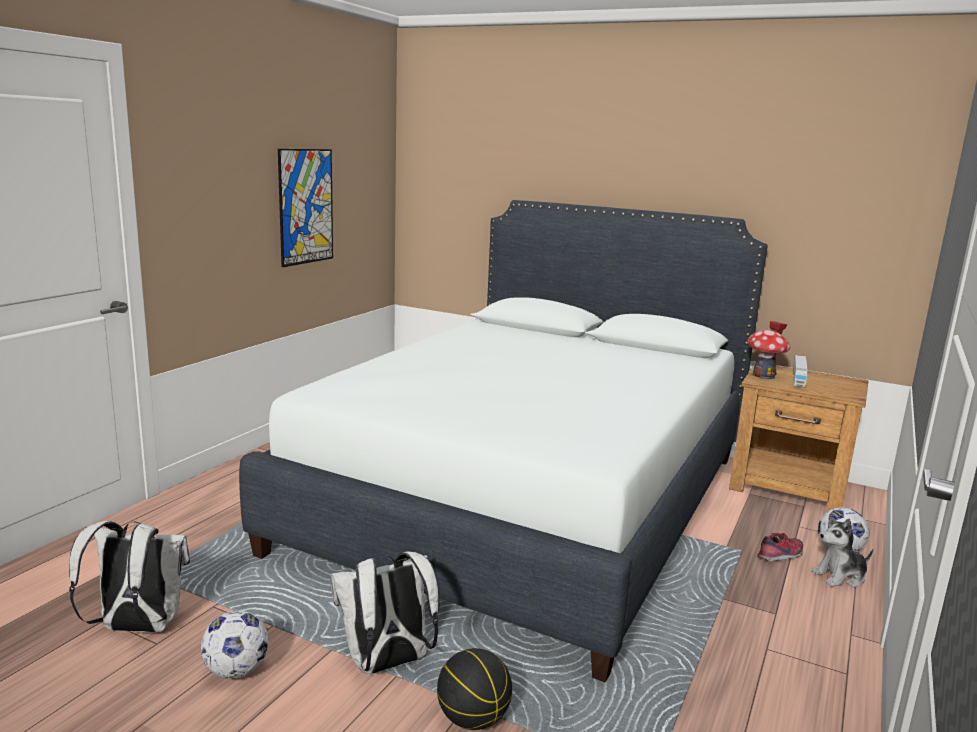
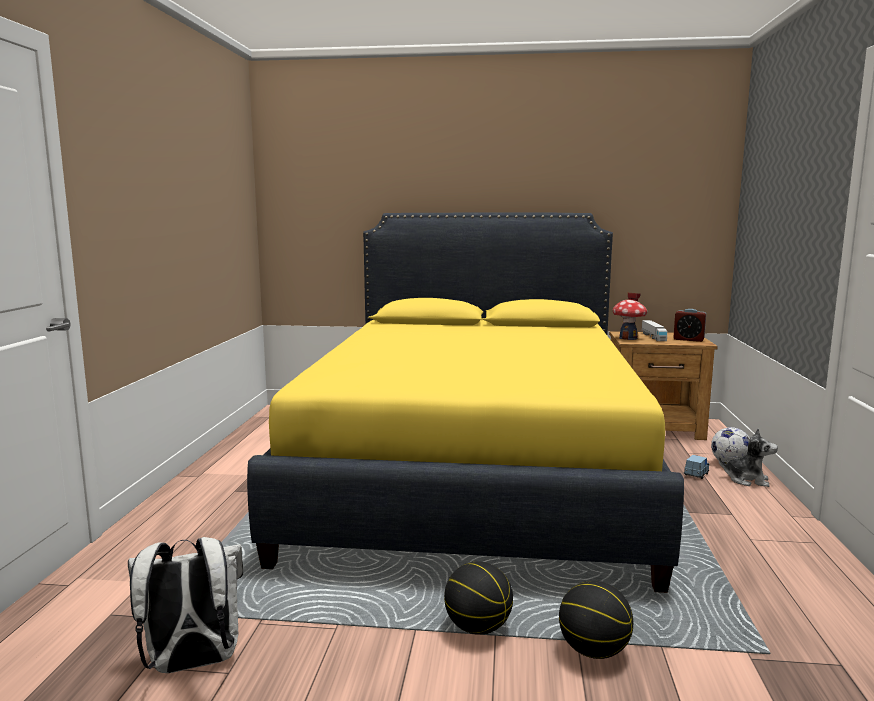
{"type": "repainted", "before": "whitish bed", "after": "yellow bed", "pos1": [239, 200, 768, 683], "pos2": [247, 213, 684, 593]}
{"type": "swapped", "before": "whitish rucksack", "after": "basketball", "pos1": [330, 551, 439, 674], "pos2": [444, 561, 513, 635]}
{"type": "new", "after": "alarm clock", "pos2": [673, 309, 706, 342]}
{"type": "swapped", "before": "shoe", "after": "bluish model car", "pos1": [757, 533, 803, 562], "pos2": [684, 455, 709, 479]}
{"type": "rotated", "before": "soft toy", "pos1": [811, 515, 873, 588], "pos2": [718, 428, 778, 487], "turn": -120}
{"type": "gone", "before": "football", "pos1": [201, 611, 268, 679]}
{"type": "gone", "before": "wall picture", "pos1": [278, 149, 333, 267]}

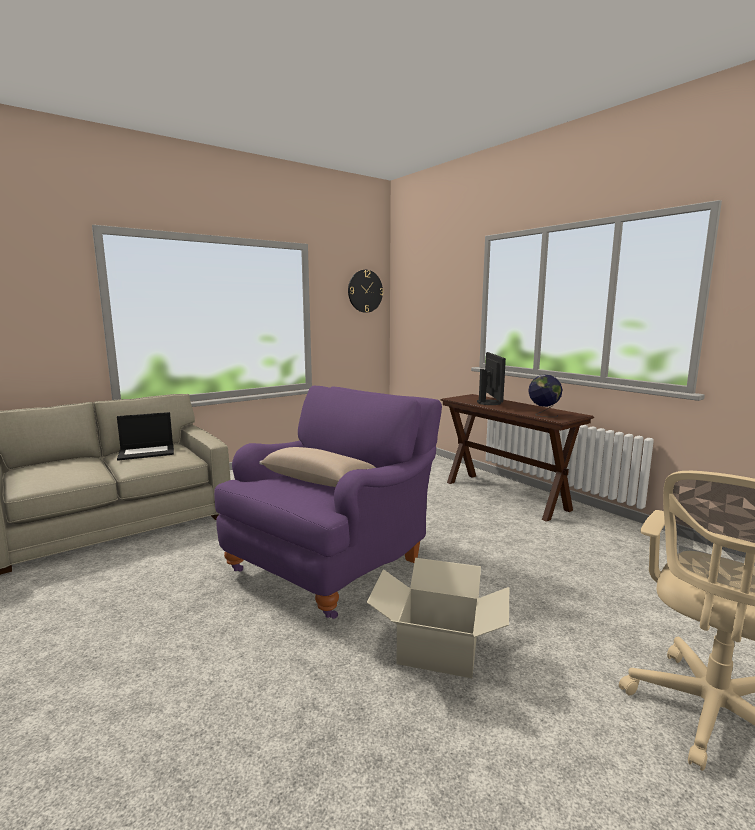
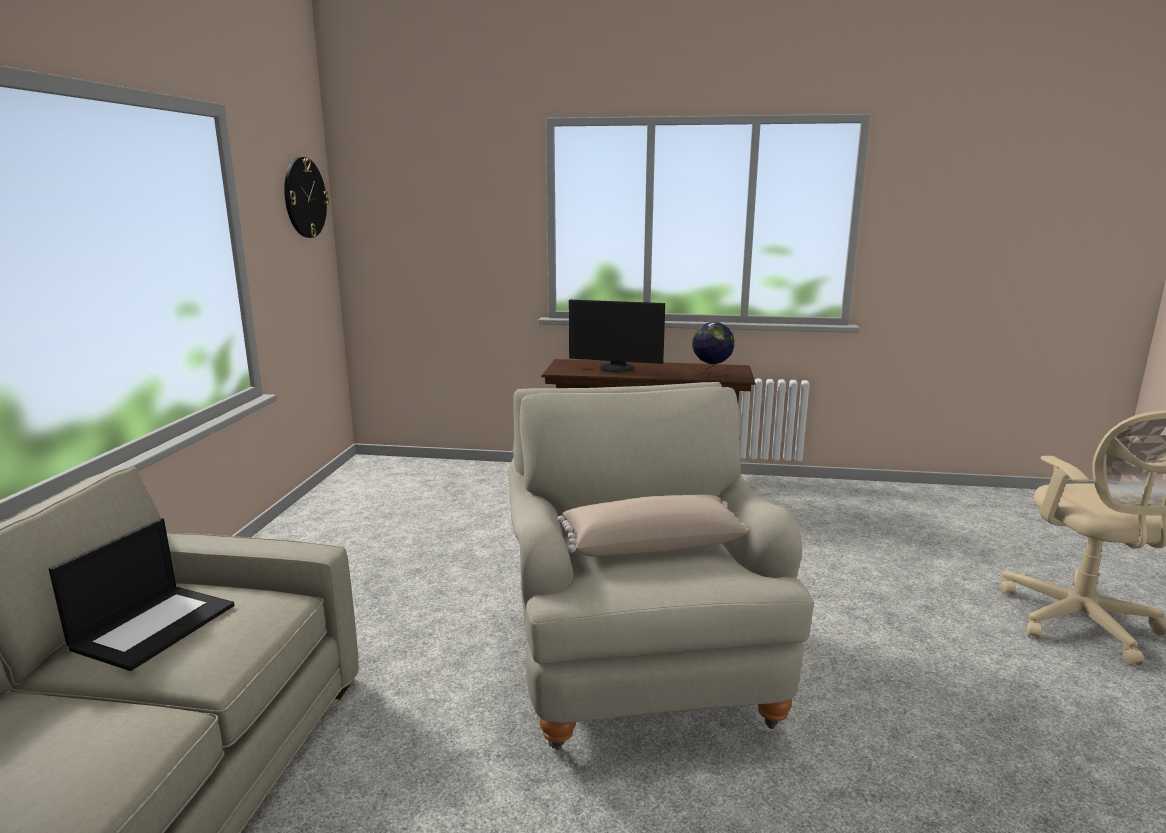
{"type": "repainted", "before": "purple-coloured lounge chair", "after": "sand-coloured lounge chair", "pos1": [214, 386, 442, 619], "pos2": [508, 382, 814, 750]}
{"type": "rotated", "before": "computer screen", "pos1": [477, 352, 506, 405], "pos2": [569, 299, 665, 373], "turn": 150}
{"type": "gone", "before": "carton", "pos1": [367, 558, 509, 678]}

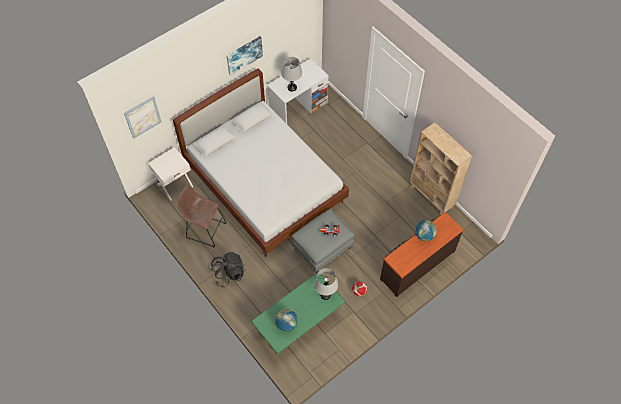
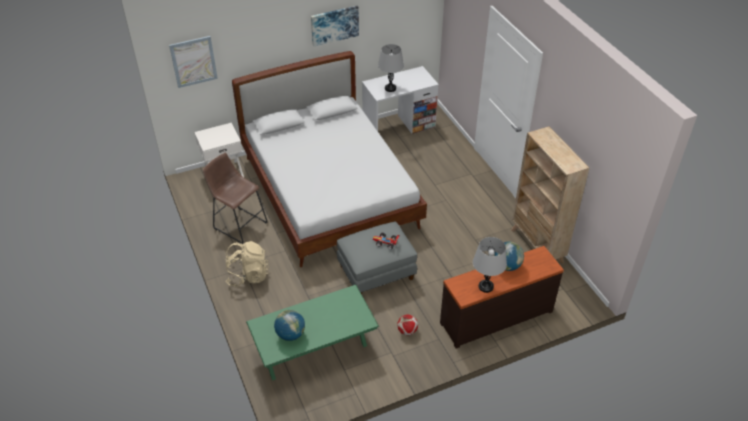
{"type": "repainted", "before": "black-coloured rucksack", "after": "sand-coloured rucksack", "pos1": [210, 252, 245, 287], "pos2": [225, 241, 269, 287]}
{"type": "shifted", "before": "grey tabletop lamp", "pos1": [314, 268, 338, 300], "pos2": [473, 237, 507, 293]}

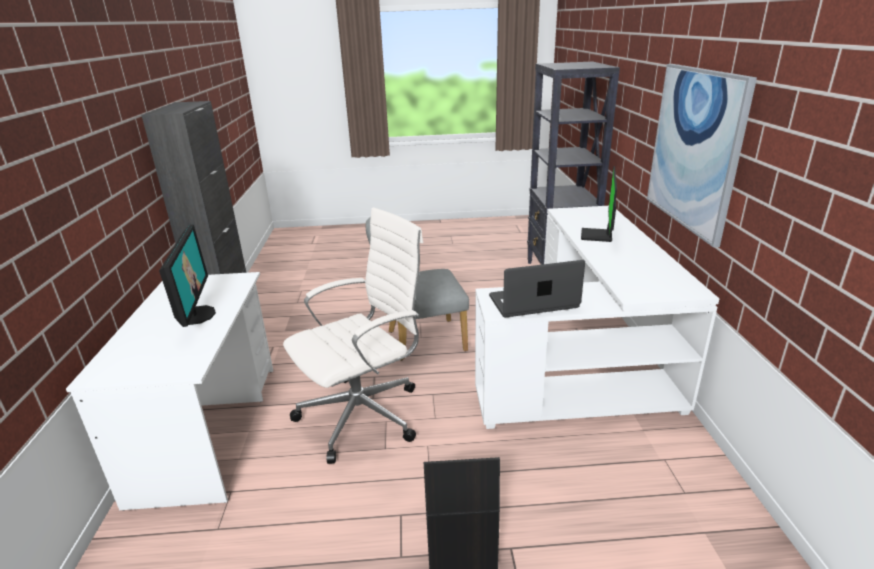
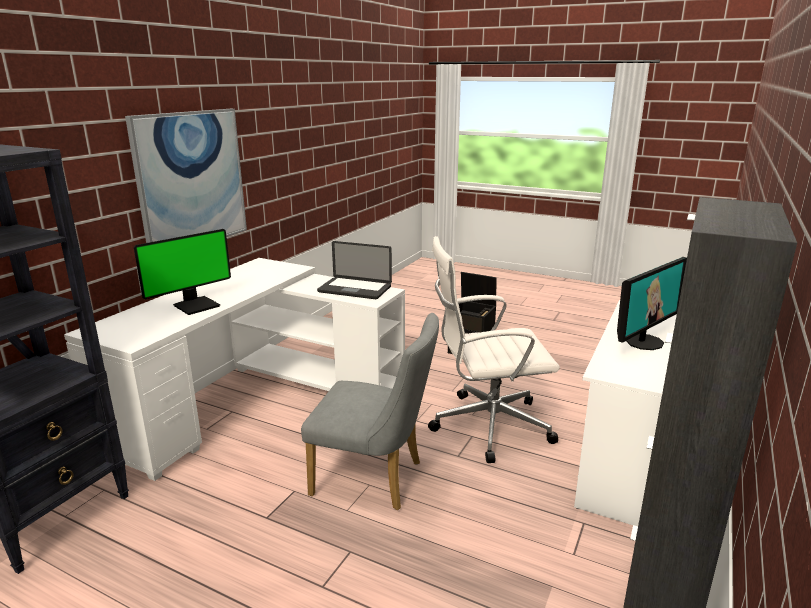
{"type": "rotated", "before": "computer screen", "pos1": [159, 224, 216, 327], "pos2": [617, 257, 687, 350], "turn": -150}

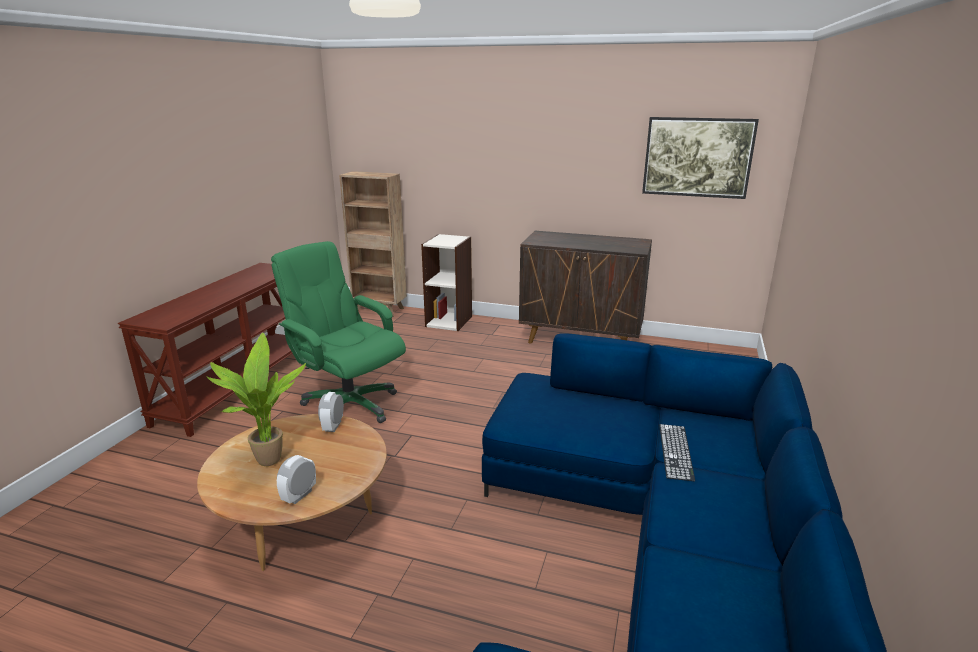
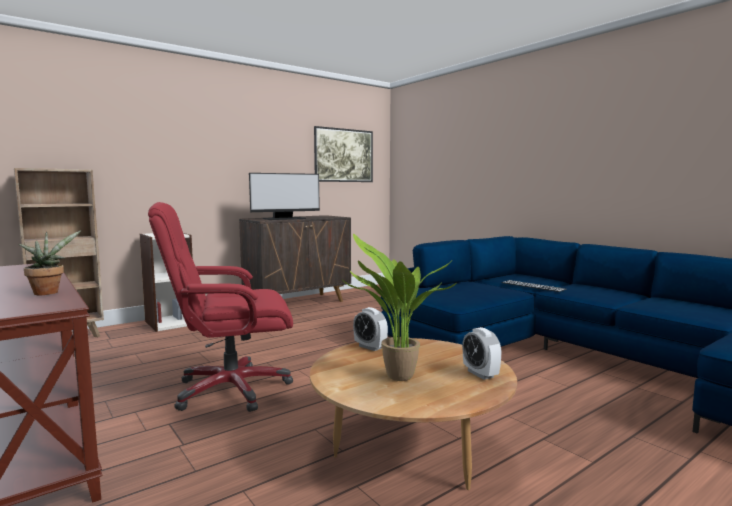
{"type": "new", "after": "plant in a pot", "pos2": [19, 231, 81, 295]}
{"type": "repainted", "before": "greenish computer chair", "after": "reddish computer chair", "pos1": [271, 241, 406, 423], "pos2": [148, 202, 293, 412]}
{"type": "new", "after": "computer screen", "pos2": [249, 173, 320, 220]}

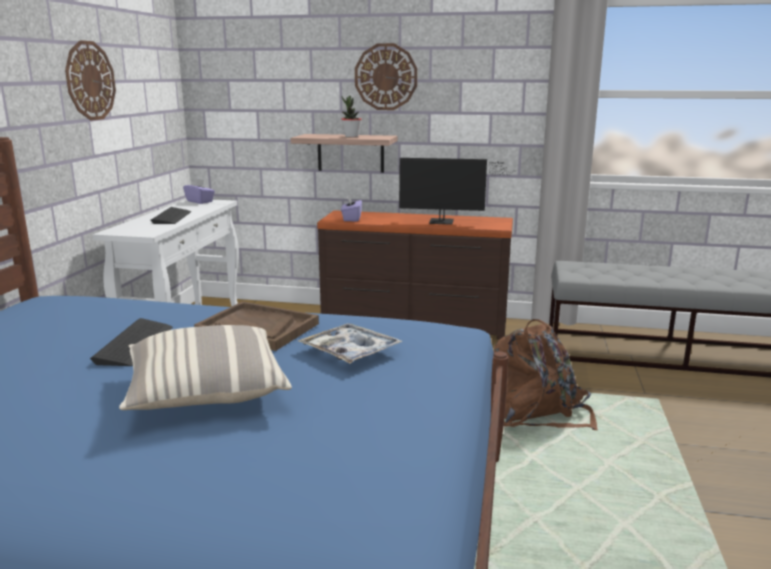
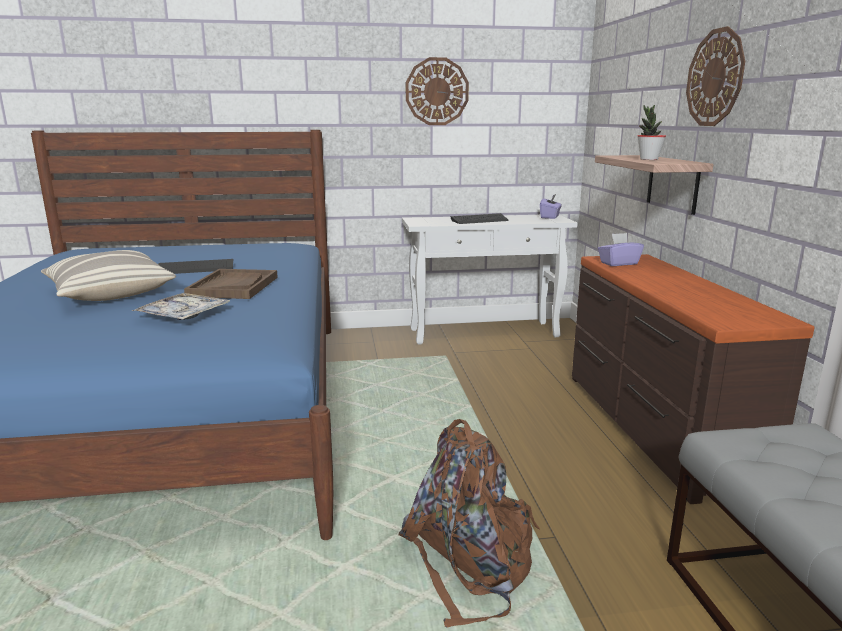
{"type": "gone", "before": "computer screen", "pos1": [399, 158, 515, 225]}

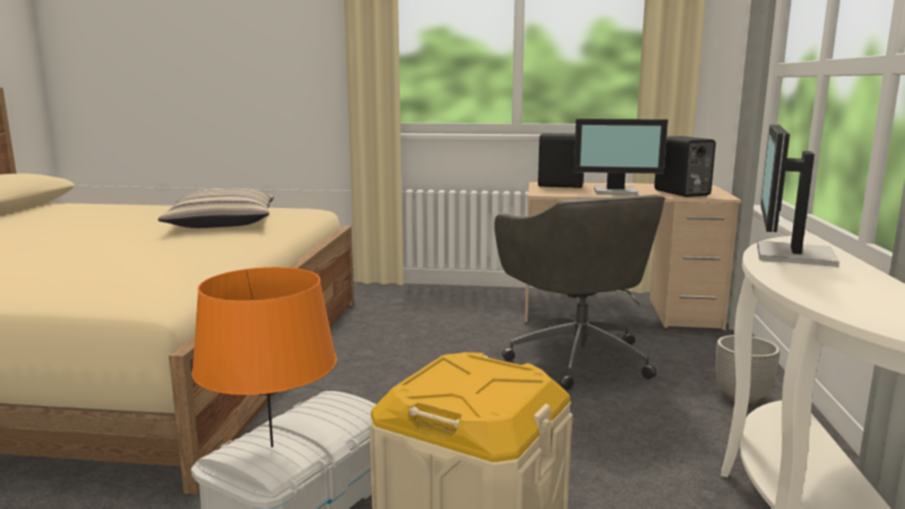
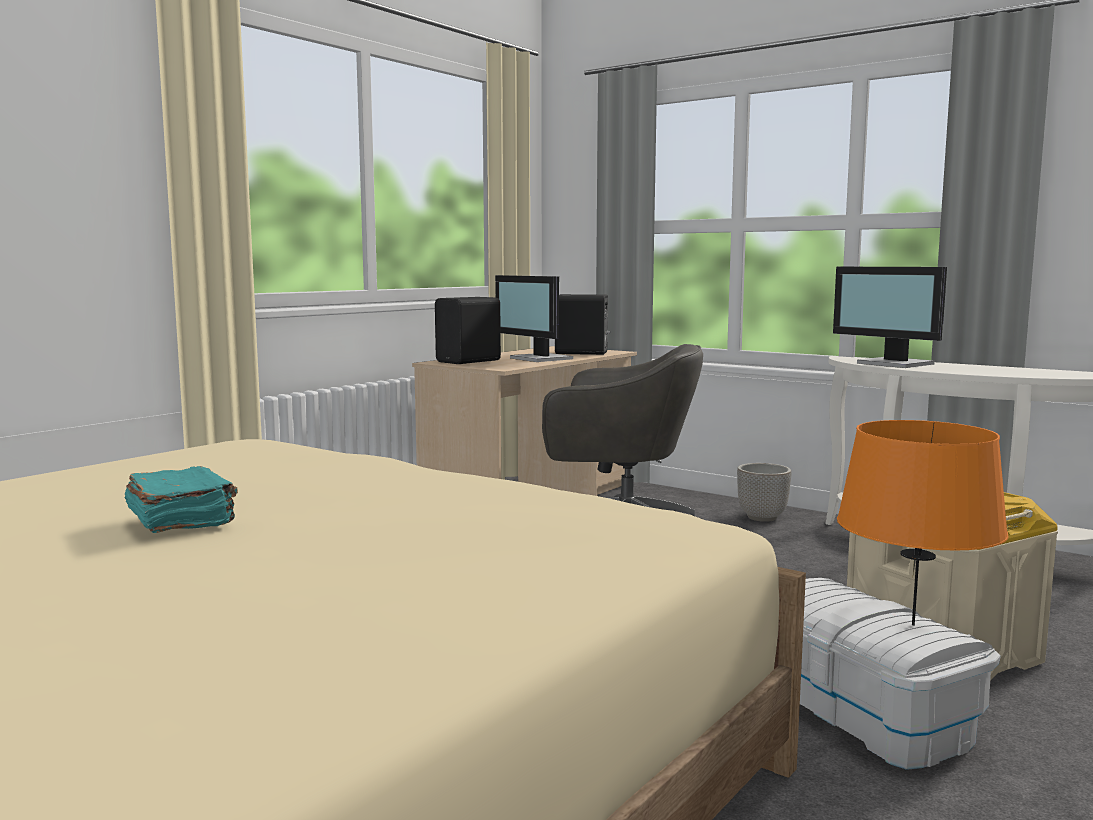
{"type": "new", "after": "blue-green bound book", "pos2": [124, 466, 238, 533]}
{"type": "rotated", "before": "computer screen", "pos1": [574, 119, 668, 195], "pos2": [495, 275, 573, 362], "turn": 105}
{"type": "gone", "before": "pillow", "pos1": [158, 188, 274, 228]}

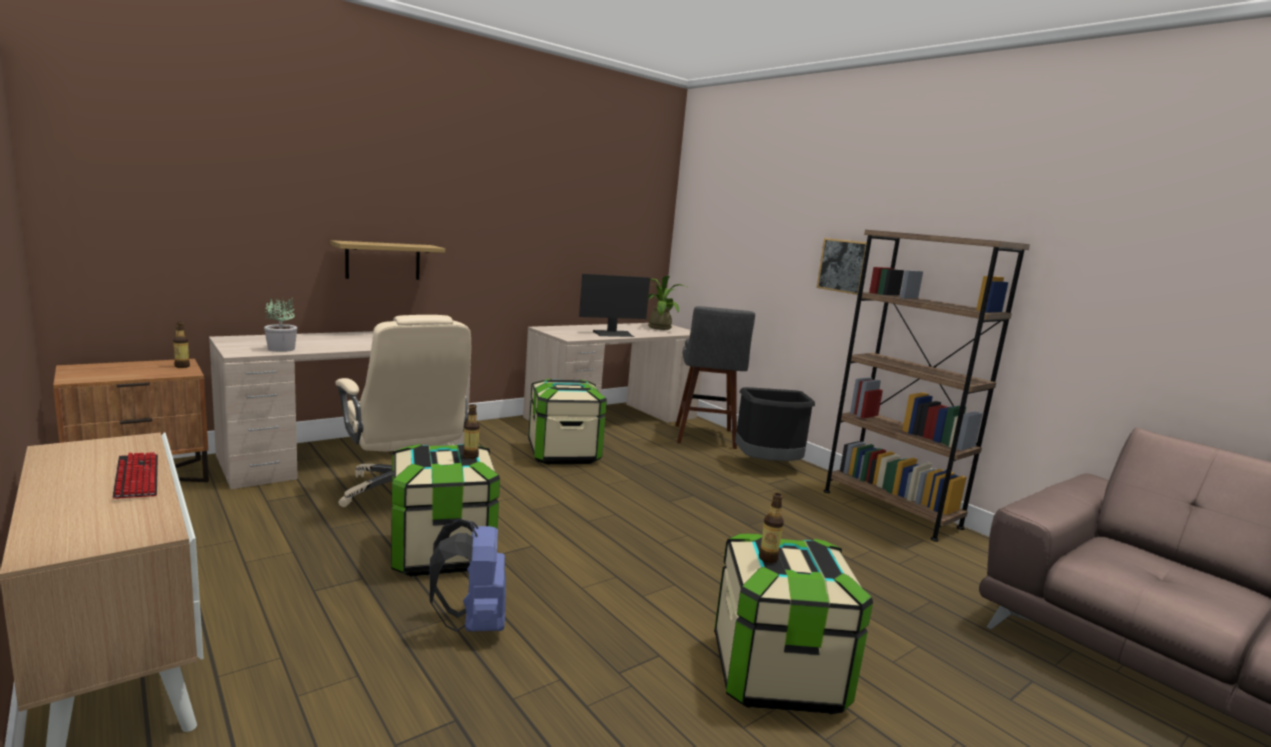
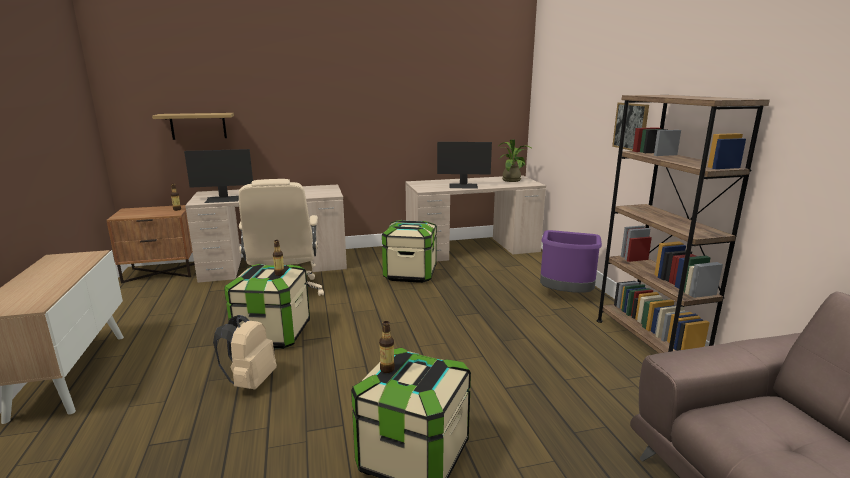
{"type": "shifted", "before": "shelf", "pos1": [330, 240, 445, 280], "pos2": [152, 113, 234, 140]}
{"type": "swapped", "before": "plant in a pot", "after": "computer screen", "pos1": [264, 296, 297, 352], "pos2": [184, 149, 253, 203]}
{"type": "repainted", "before": "bluish rucksack", "after": "sand-coloured rucksack", "pos1": [430, 519, 506, 632], "pos2": [213, 315, 277, 390]}
{"type": "repainted", "before": "black-coloured waste bin", "after": "purple-coloured waste bin", "pos1": [735, 387, 815, 461], "pos2": [540, 230, 602, 293]}
{"type": "gone", "before": "keyboard", "pos1": [113, 452, 158, 499]}
{"type": "gone", "before": "grey stool seat", "pos1": [676, 306, 755, 449]}

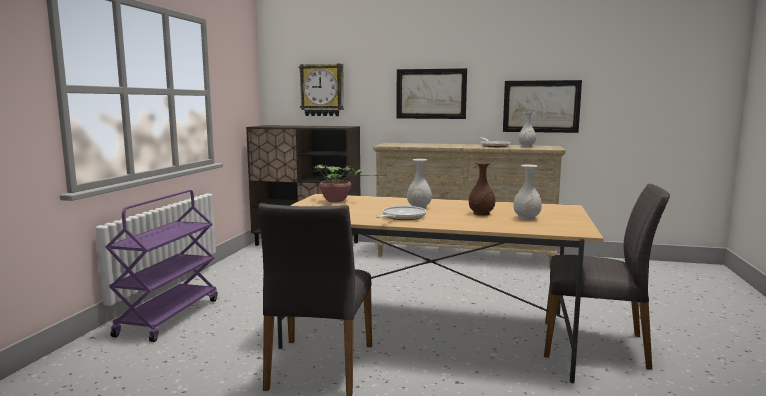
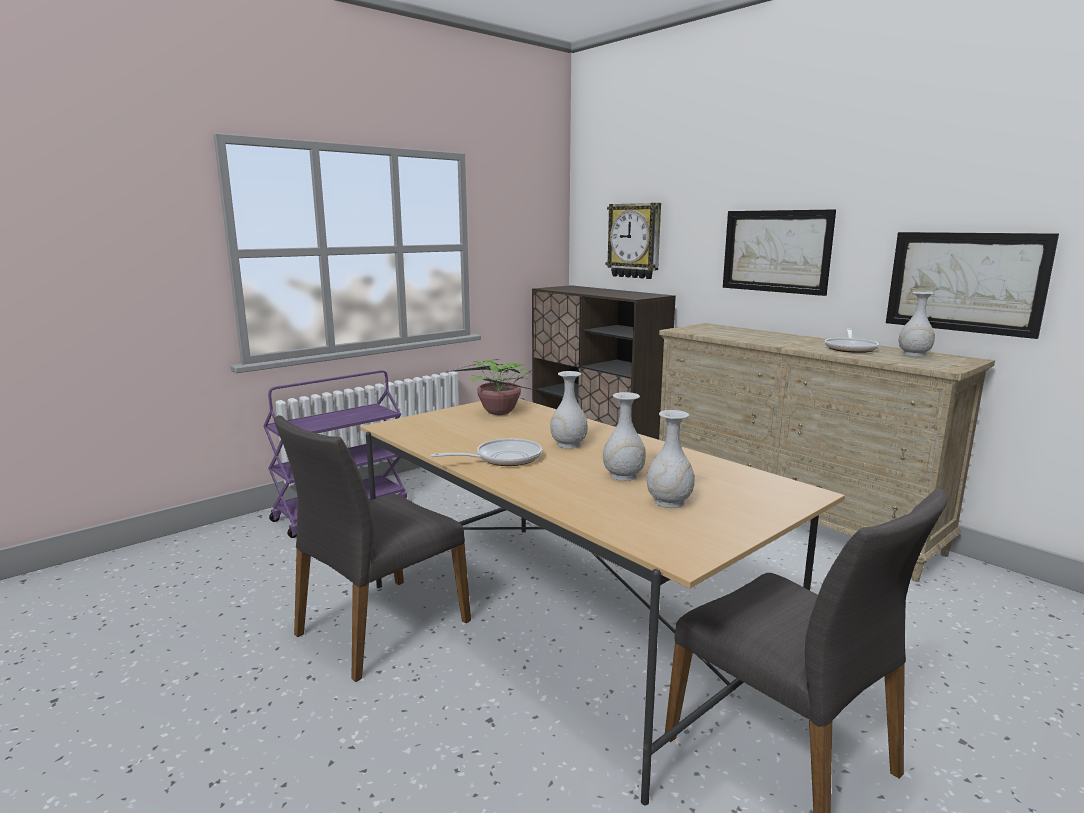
{"type": "repainted", "before": "brown decorative vase", "after": "whitish decorative vase", "pos1": [469, 162, 495, 216], "pos2": [603, 392, 646, 481]}

